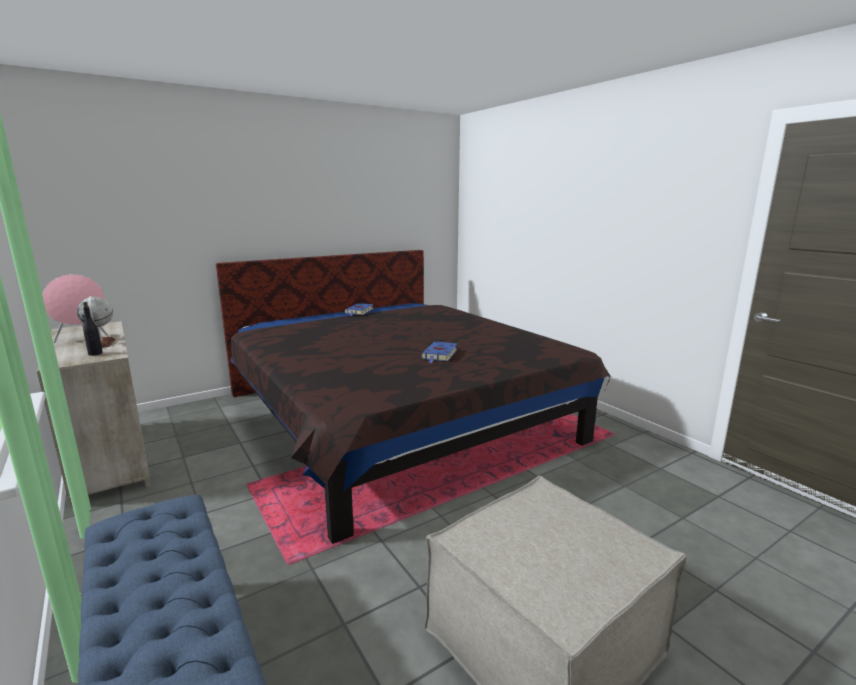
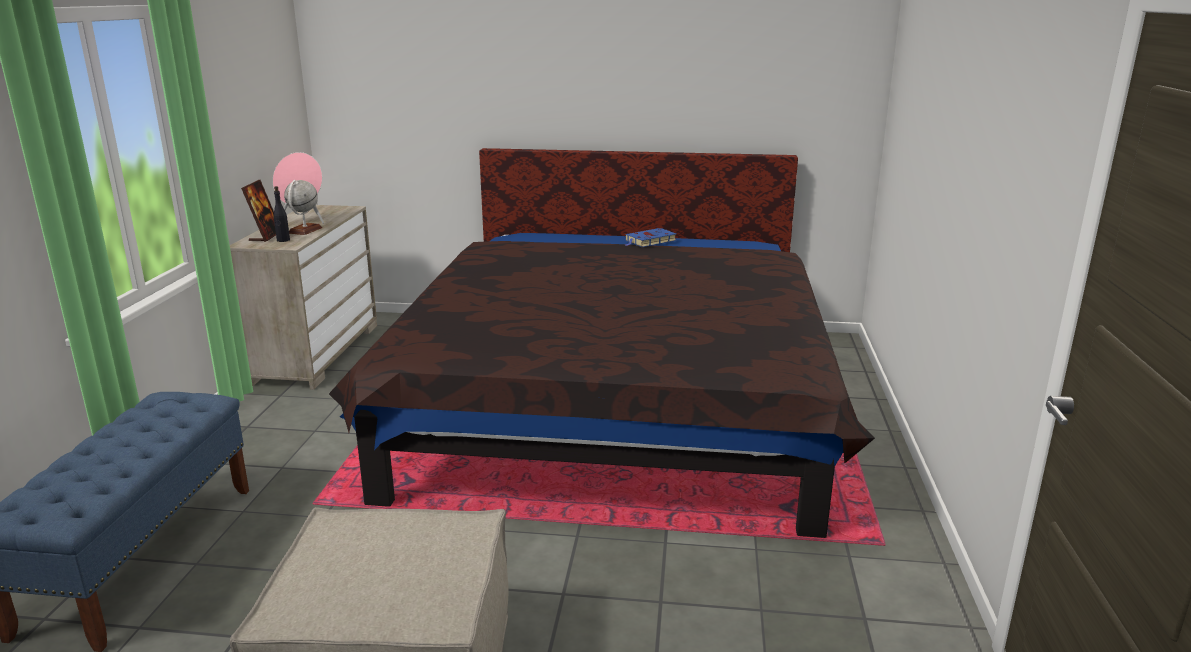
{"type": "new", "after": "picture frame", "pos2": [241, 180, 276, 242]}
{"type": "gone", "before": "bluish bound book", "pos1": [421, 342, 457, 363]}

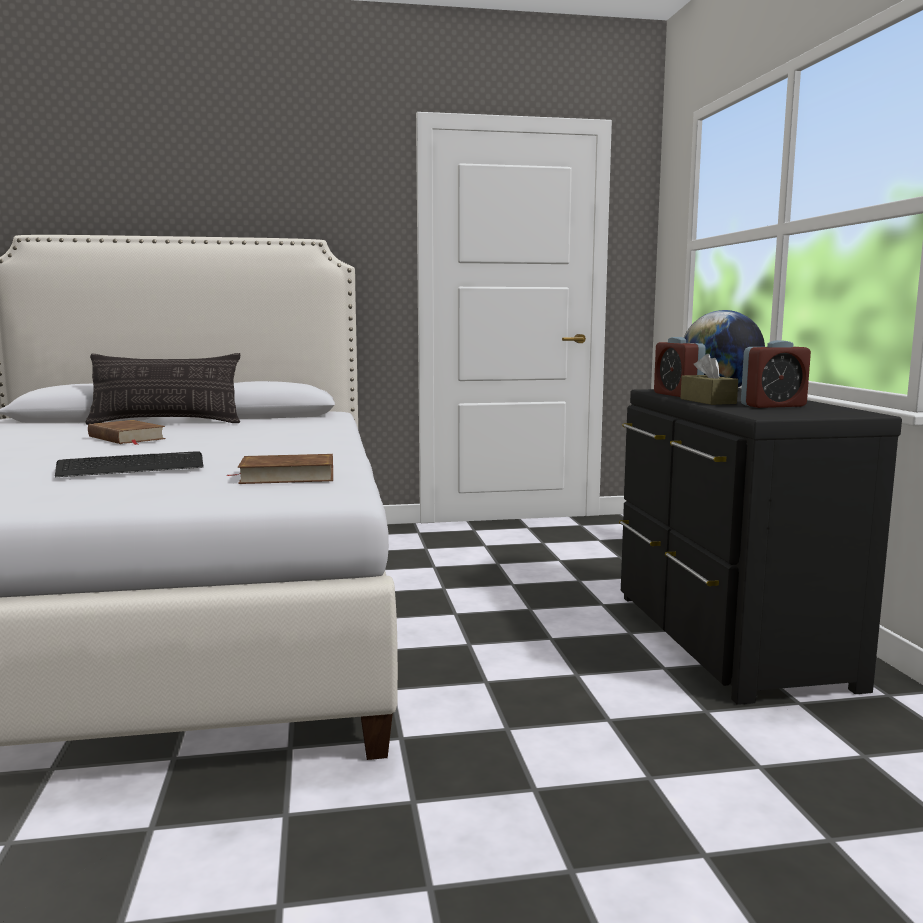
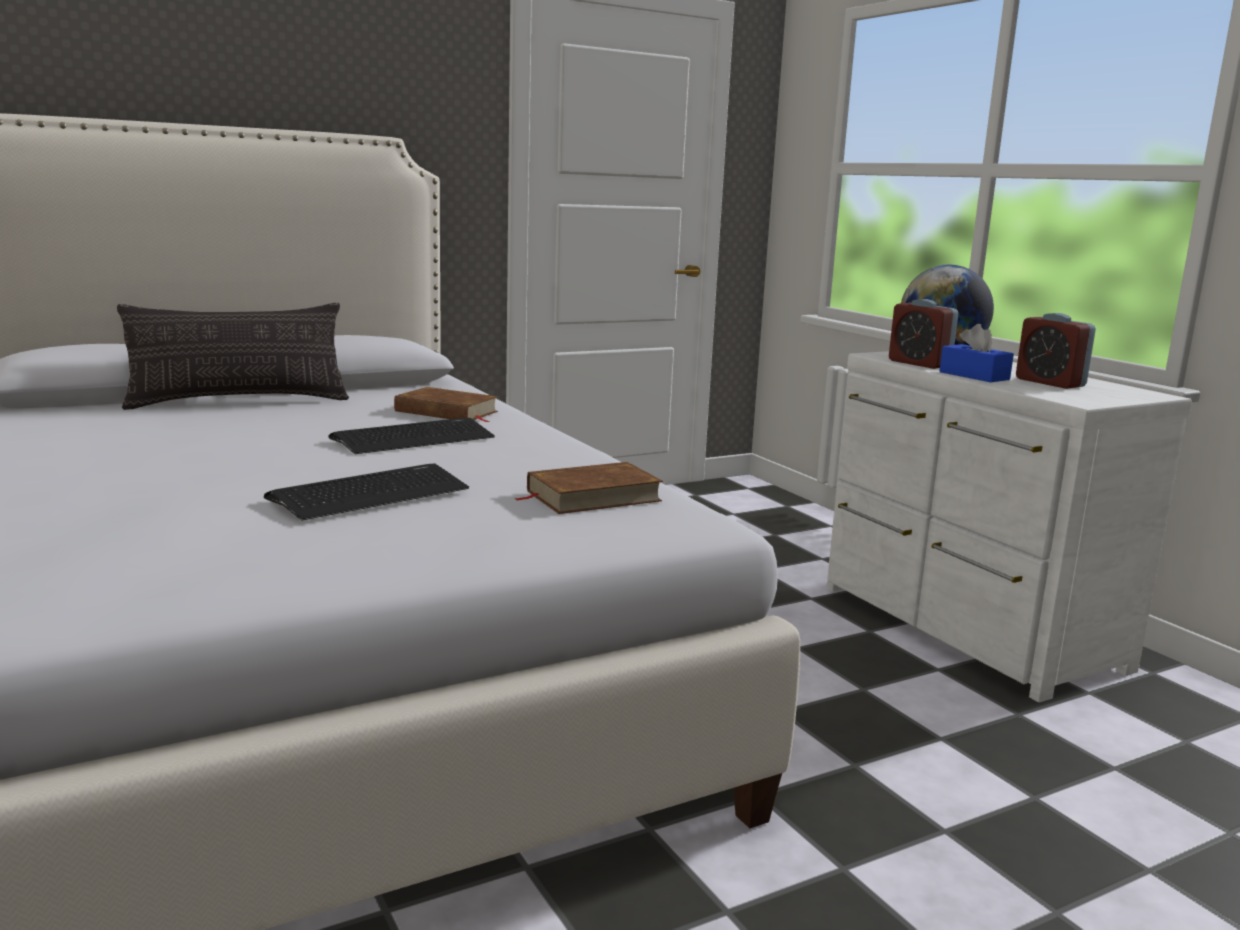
{"type": "new", "after": "keyboard", "pos2": [328, 418, 495, 454]}
{"type": "shifted", "before": "brown bound book", "pos1": [88, 420, 166, 445], "pos2": [394, 387, 498, 422]}
{"type": "repainted", "before": "black-coloured dresser", "after": "whitish dresser", "pos1": [619, 388, 902, 705], "pos2": [826, 351, 1192, 702]}
{"type": "repainted", "before": "brown tissue holder", "after": "bluish tissue holder", "pos1": [680, 354, 738, 405], "pos2": [939, 324, 1014, 382]}
{"type": "rotated", "before": "alarm clock", "pos1": [741, 340, 811, 408], "pos2": [1016, 313, 1096, 389], "turn": 90}

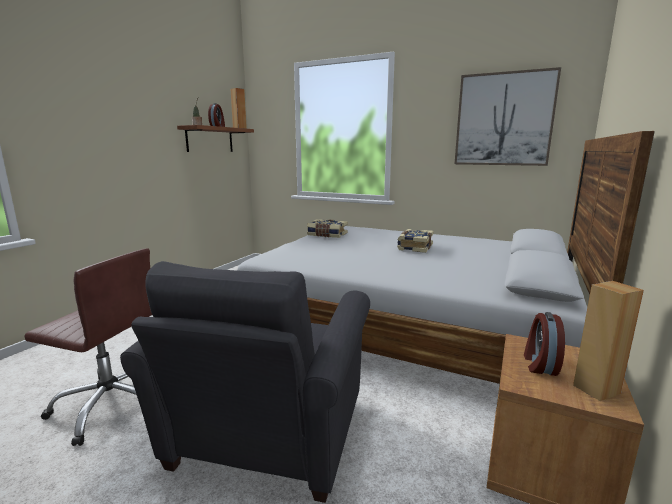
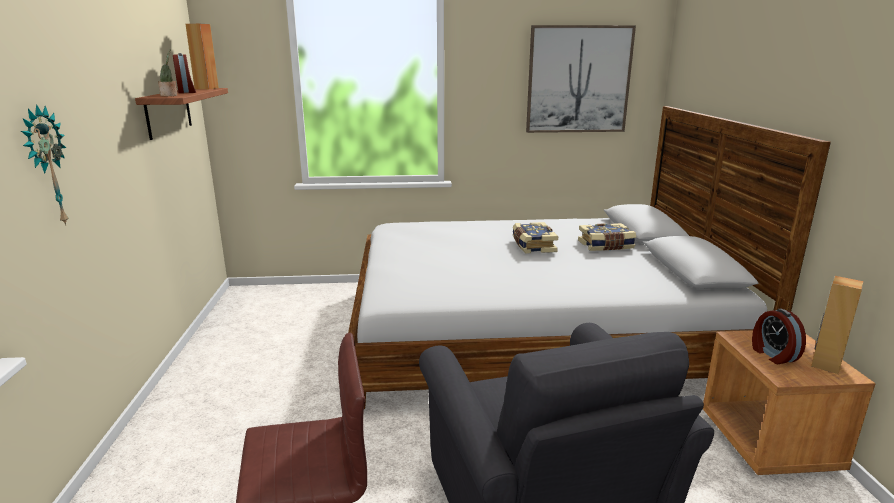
{"type": "new", "after": "clock on the wall", "pos2": [21, 104, 68, 226]}
{"type": "shifted", "before": "bound book", "pos1": [307, 219, 348, 238], "pos2": [578, 223, 636, 251]}

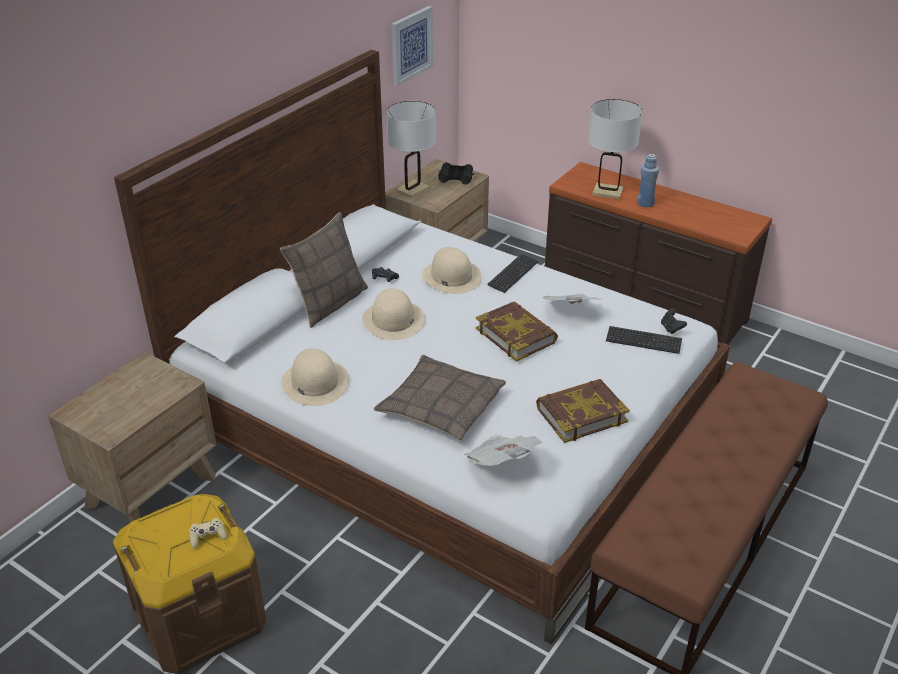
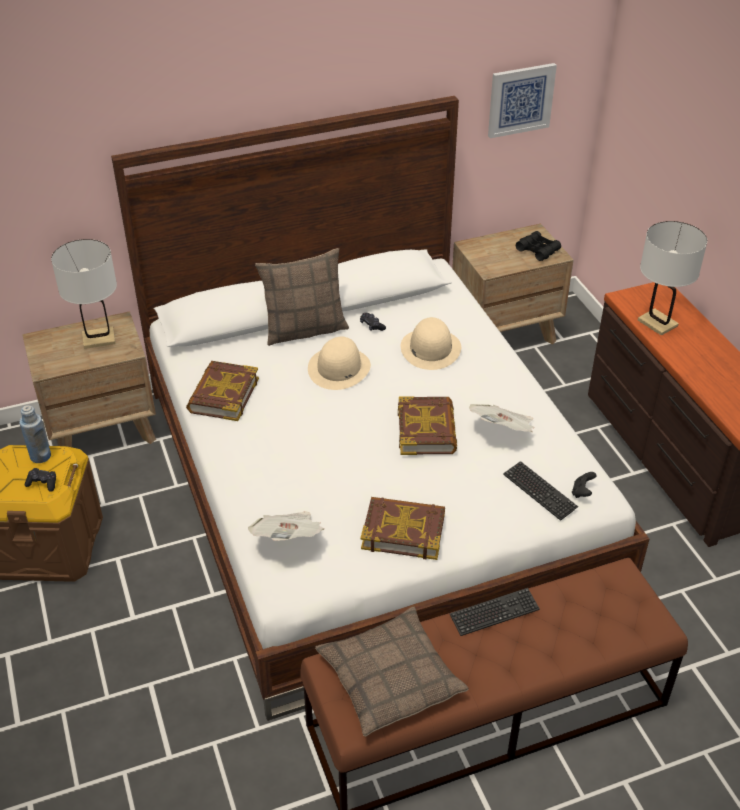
{"type": "shifted", "before": "bluish bottle", "pos1": [637, 154, 659, 207], "pos2": [19, 405, 51, 463]}
{"type": "repainted", "before": "sand-coloured joypad", "after": "black-coloured joypad", "pos1": [189, 518, 227, 548], "pos2": [25, 468, 56, 492]}
{"type": "shifted", "before": "whitish tabletop lamp", "pos1": [387, 101, 436, 198], "pos2": [51, 239, 117, 349]}
{"type": "swapped", "before": "sand-coloured hat", "after": "bound book", "pos1": [281, 348, 349, 406], "pos2": [186, 361, 259, 421]}
{"type": "shifted", "before": "pillow", "pos1": [374, 355, 506, 441], "pos2": [315, 607, 468, 737]}
{"type": "shifted", "before": "keyboard", "pos1": [487, 254, 538, 293], "pos2": [450, 588, 540, 636]}

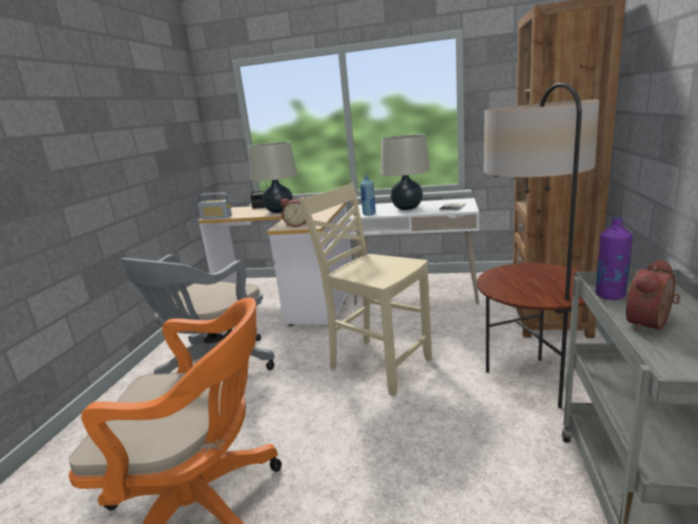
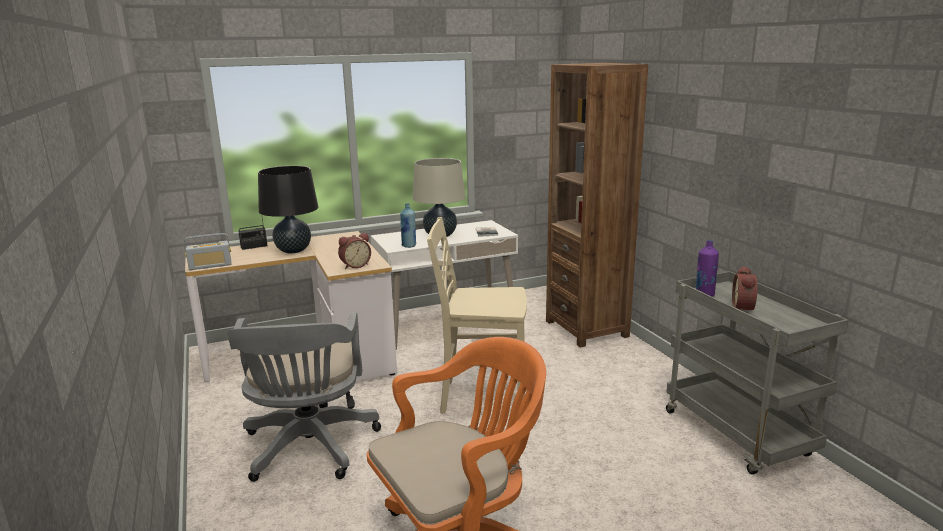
{"type": "repainted", "before": "sand-coloured tabletop lamp", "after": "black-coloured tabletop lamp", "pos1": [249, 142, 298, 213], "pos2": [258, 166, 318, 254]}
{"type": "gone", "before": "floor lamp", "pos1": [477, 82, 599, 408]}

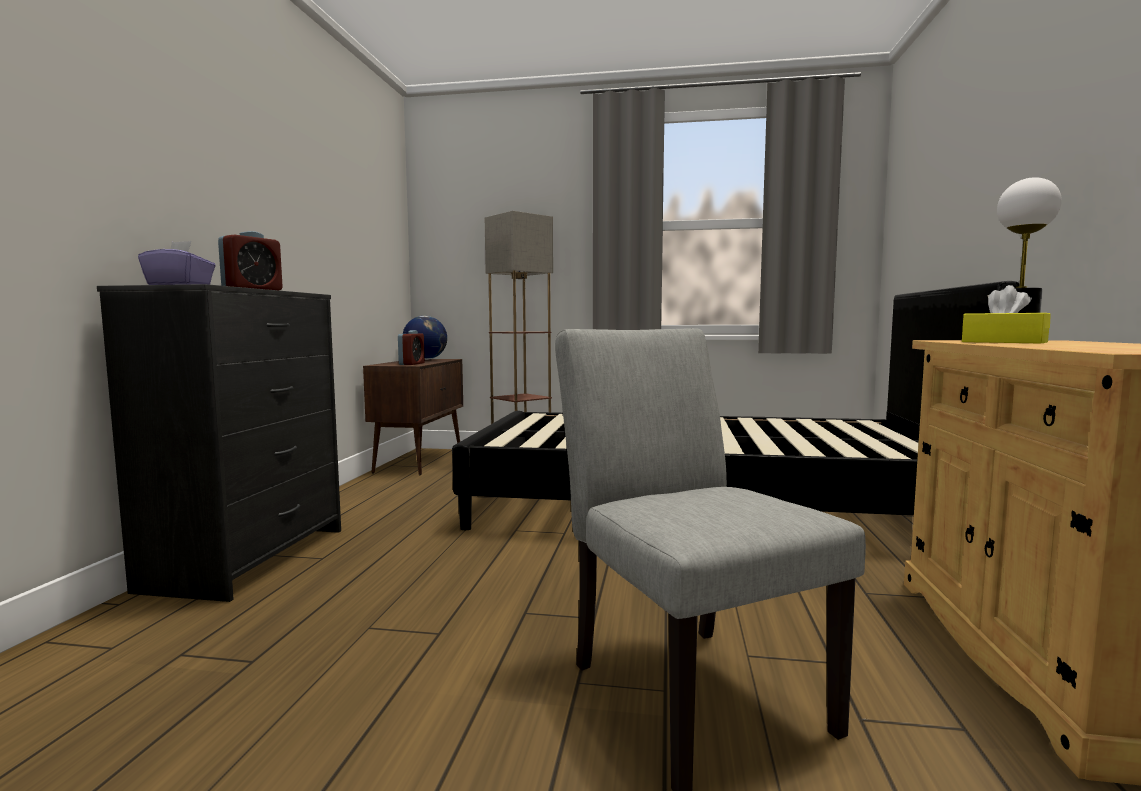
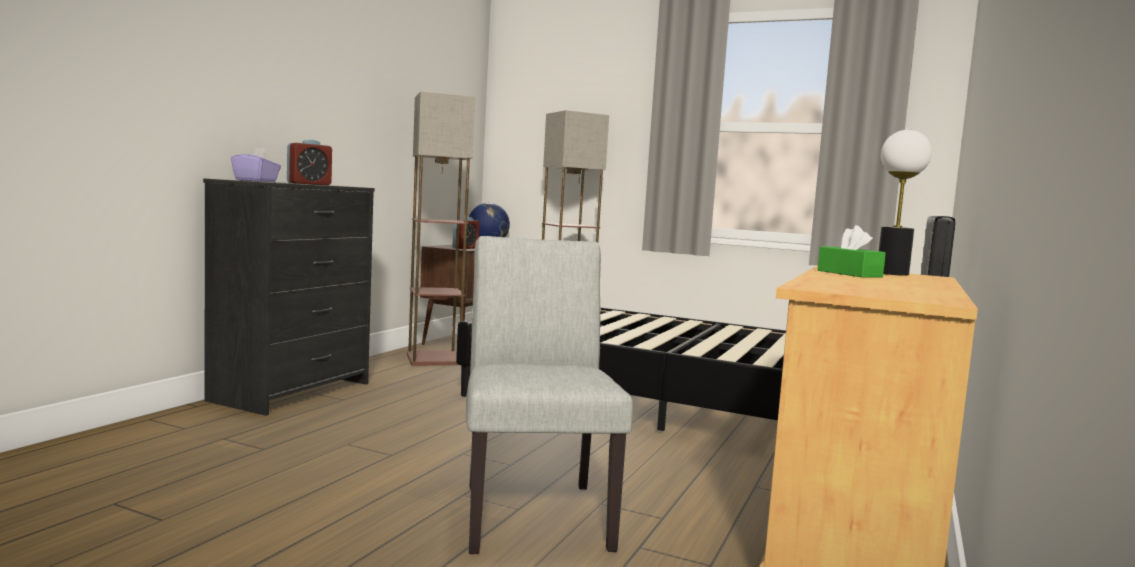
{"type": "new", "after": "floor lamp", "pos2": [407, 92, 475, 366]}
{"type": "repainted", "before": "yellow tissue holder", "after": "greenish tissue holder", "pos1": [962, 285, 1051, 343], "pos2": [818, 225, 886, 277]}

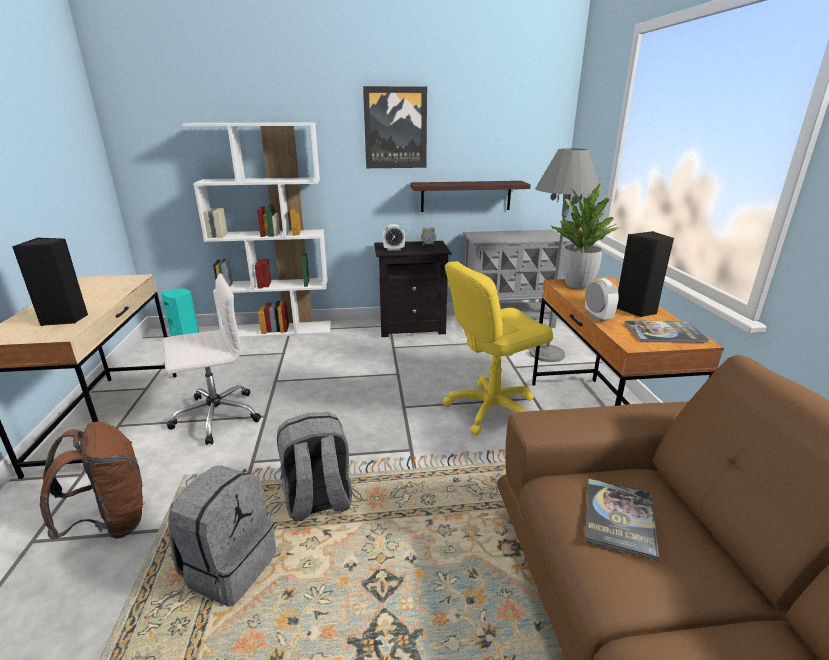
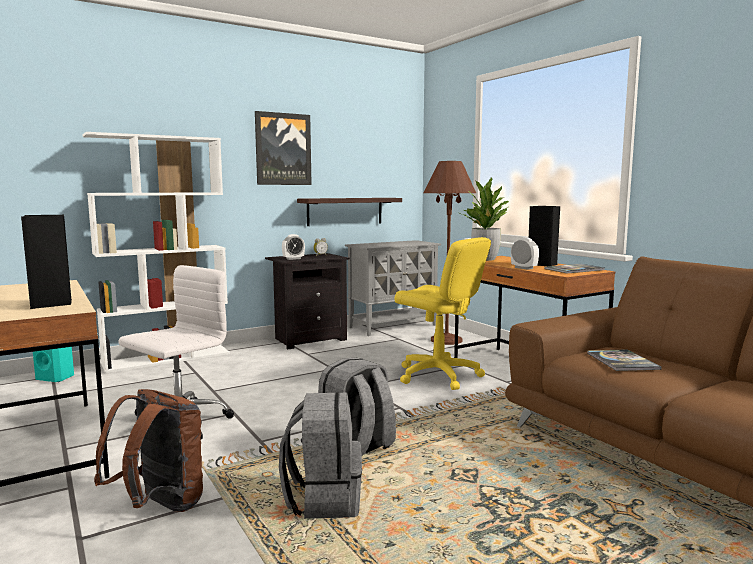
{"type": "rotated", "before": "yellow computer chair", "pos1": [443, 261, 553, 435], "pos2": [395, 237, 491, 390], "turn": -90}
{"type": "repainted", "before": "grey floor lamp", "after": "brown floor lamp", "pos1": [529, 148, 602, 362], "pos2": [423, 161, 476, 345]}

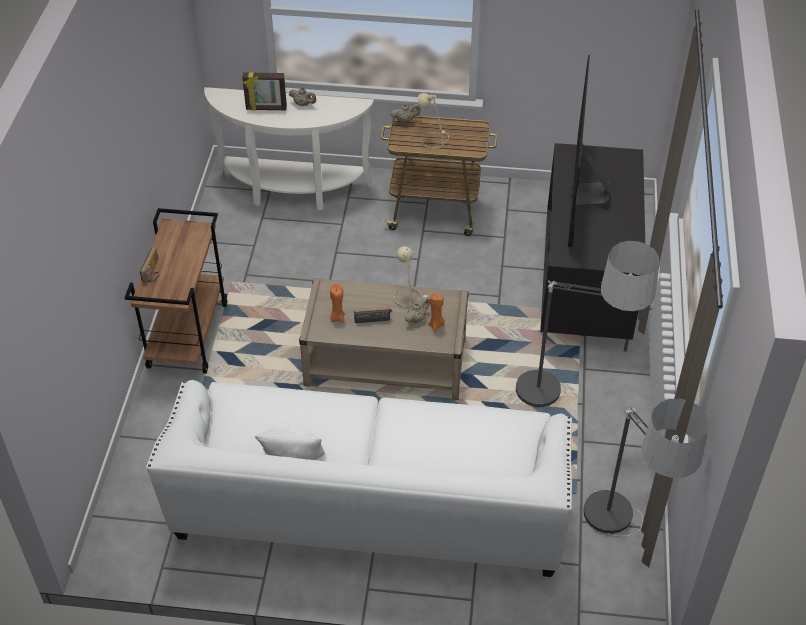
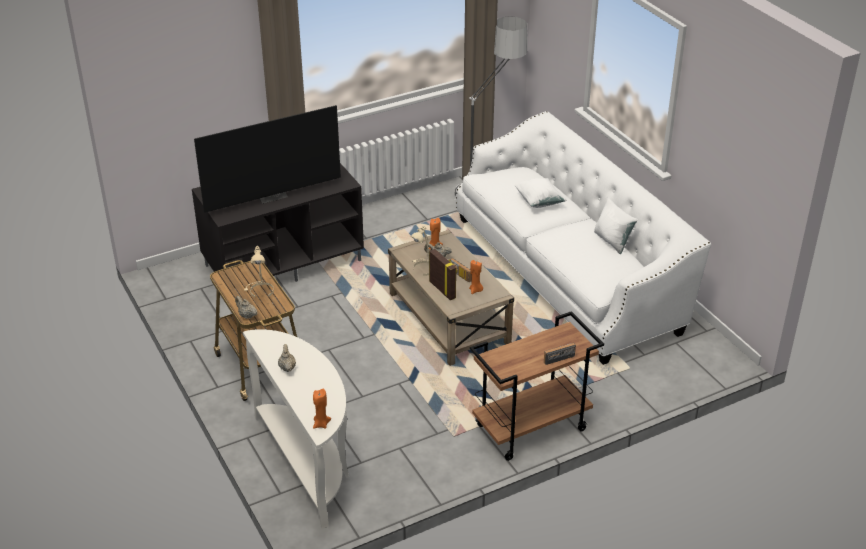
{"type": "new", "after": "orangey wax light", "pos2": [313, 389, 331, 429]}
{"type": "shifted", "before": "picture frame", "pos1": [242, 72, 287, 111], "pos2": [429, 249, 457, 300]}
{"type": "new", "after": "whitish pillow", "pos2": [514, 178, 567, 208]}
{"type": "gone", "before": "floor lamp", "pos1": [516, 241, 660, 407]}

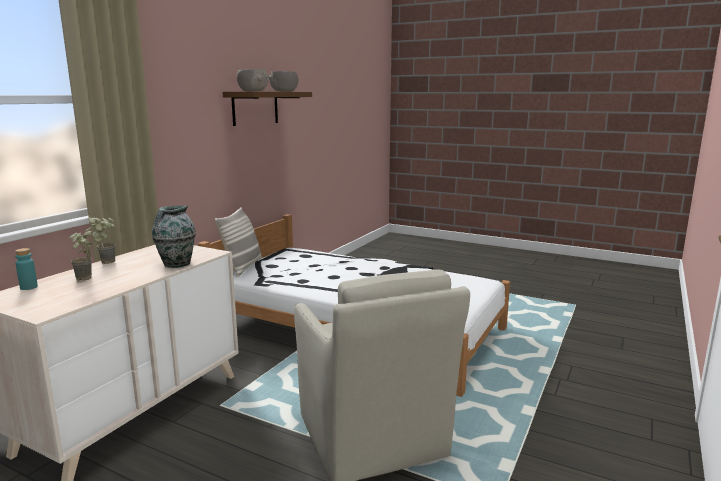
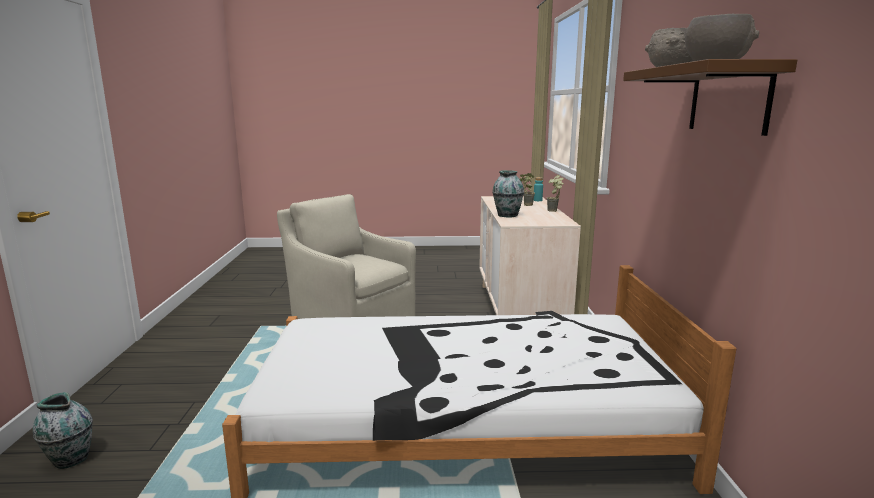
{"type": "new", "after": "decorative vase", "pos2": [33, 392, 93, 469]}
{"type": "gone", "before": "pillow", "pos1": [215, 207, 262, 277]}

